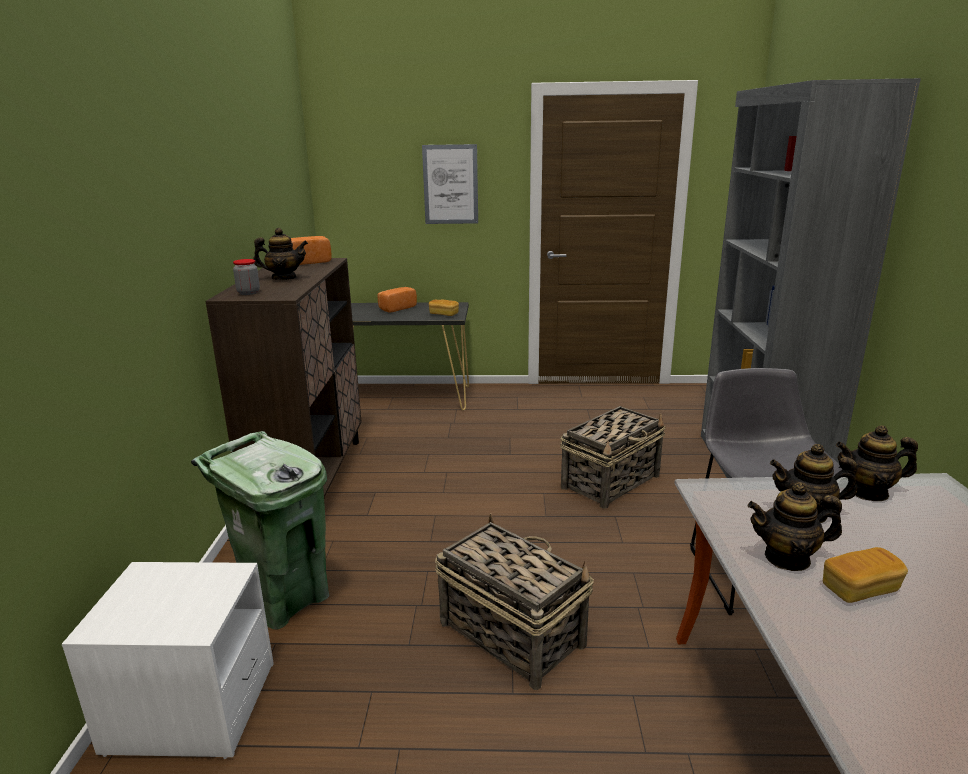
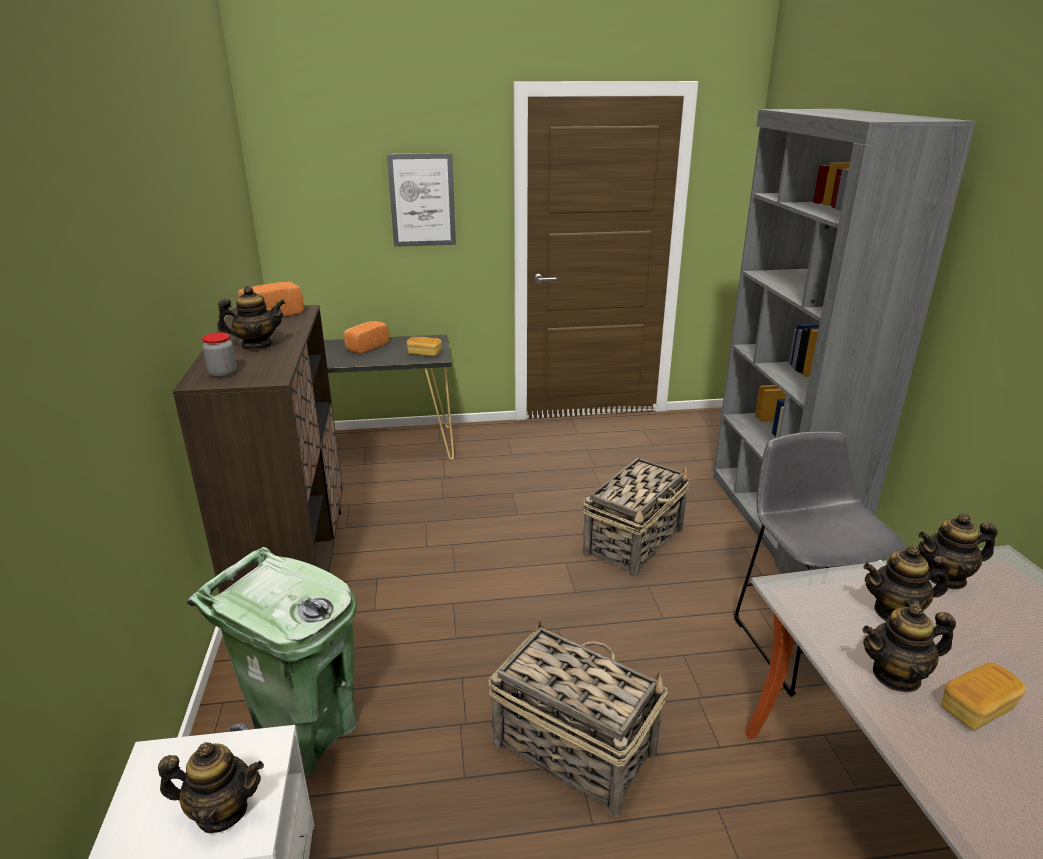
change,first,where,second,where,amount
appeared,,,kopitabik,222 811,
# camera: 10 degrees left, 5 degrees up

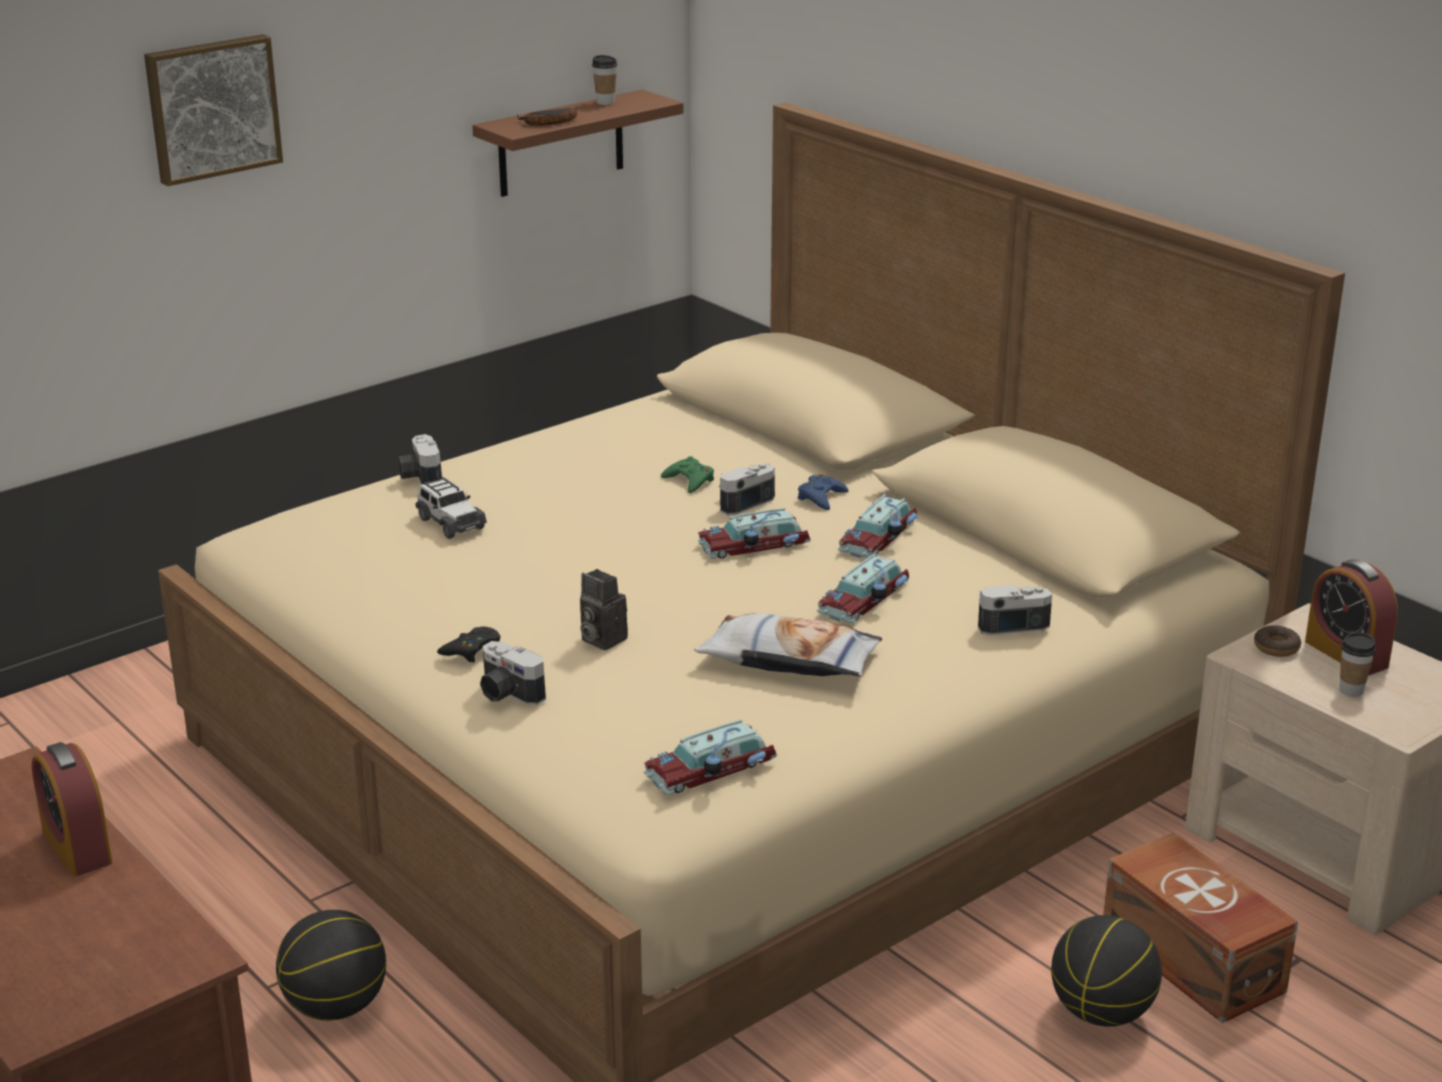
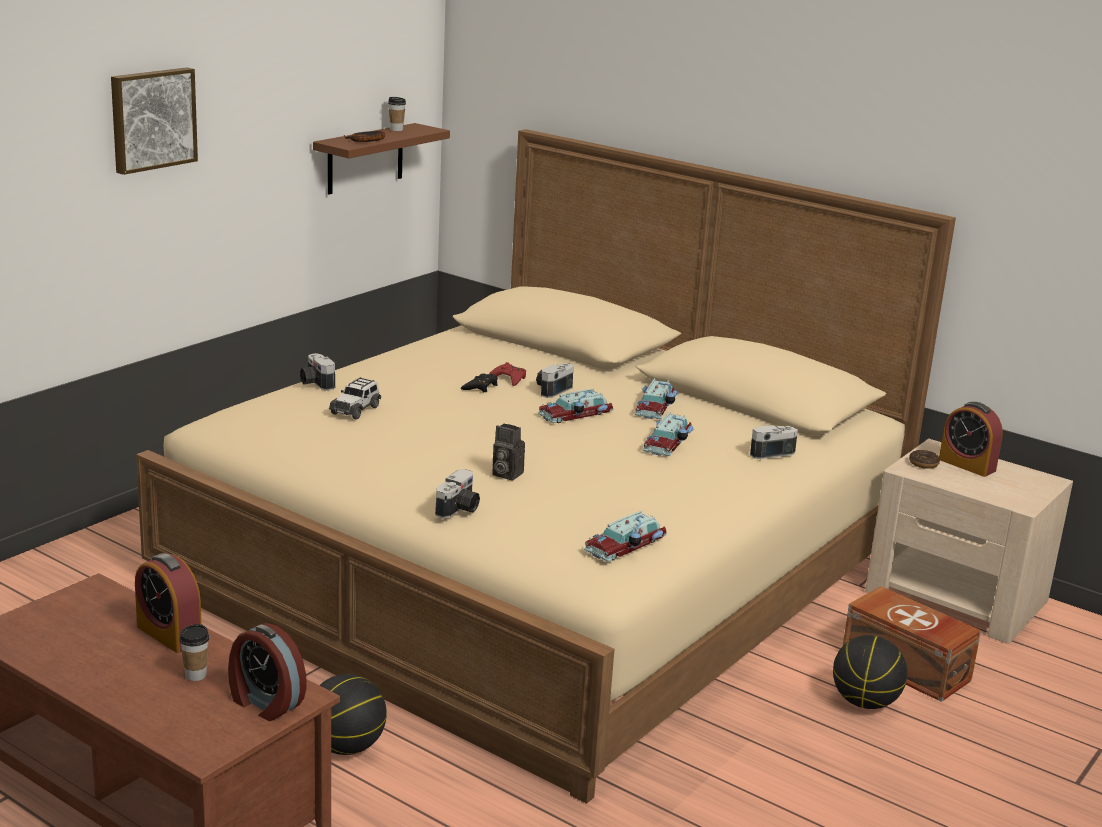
change,first,where,second,where,amount
missing,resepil,789 659,,,
missing,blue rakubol,821 497,,,
appeared,,,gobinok,264 703,
relocated,black rakubol,472 650,,480 387,
relocated,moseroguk,1351 690,,195 675,
colour,green rakubol,689 480,red rakubol,508 379,
spun,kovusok,450 523,,356 410,75 degrees clockwise
spun,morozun,507 693,,459 509,90 degrees counterclockwise
# camera: 15 degrees left, 5 degrees down

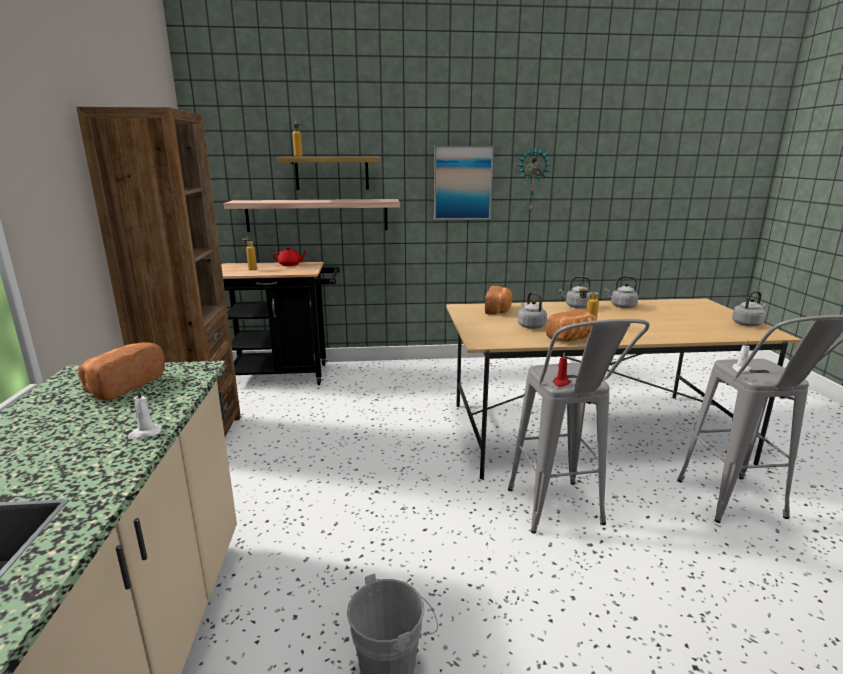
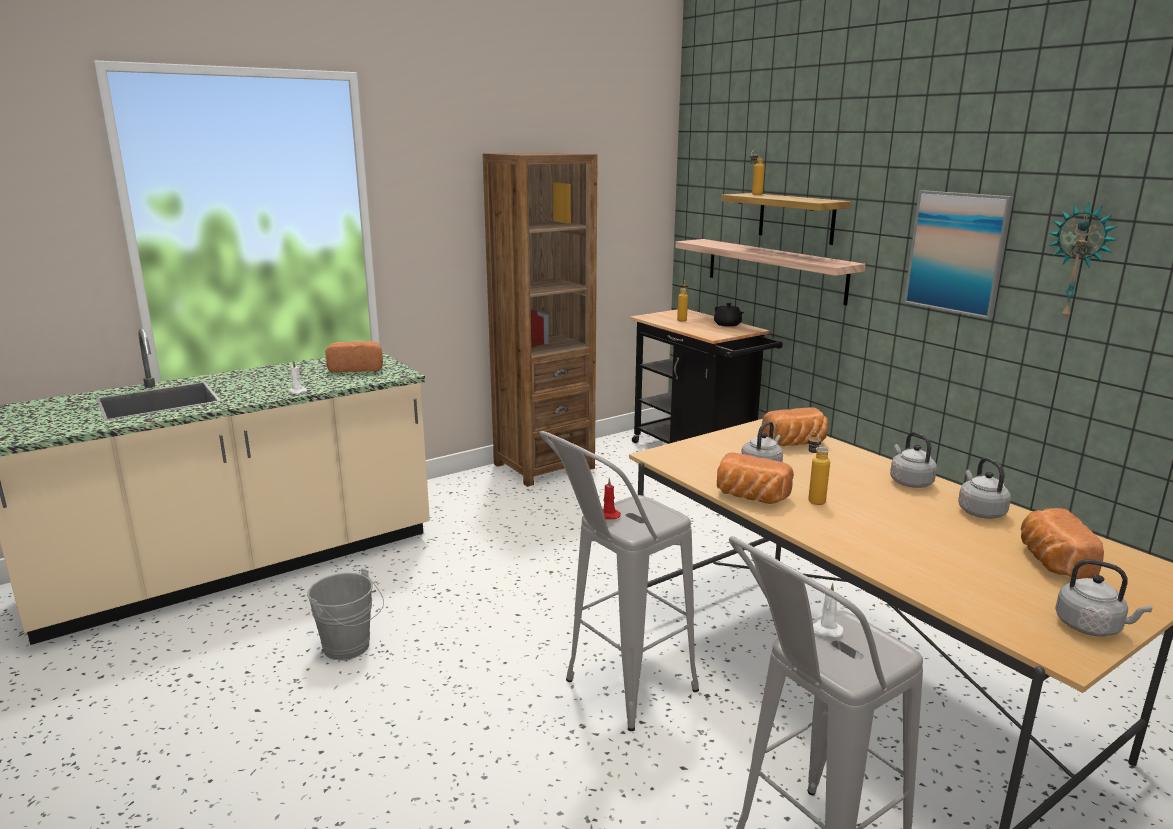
change,first,where,second,where,amount
appeared,,,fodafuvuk,1051 562,
colour,red kopitabik,290 264,black kopitabik,727 325,
# camera: 60 degrees right, 0 degrees up

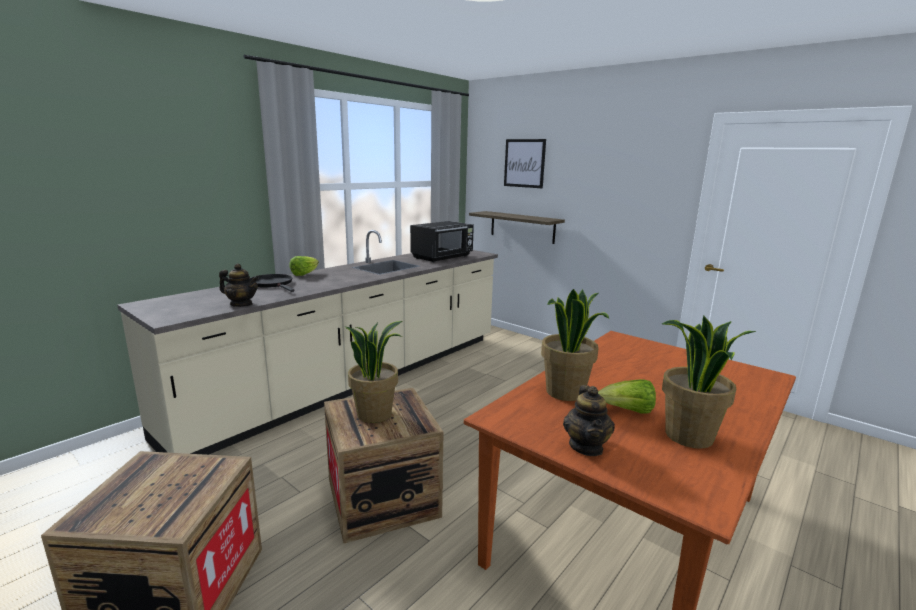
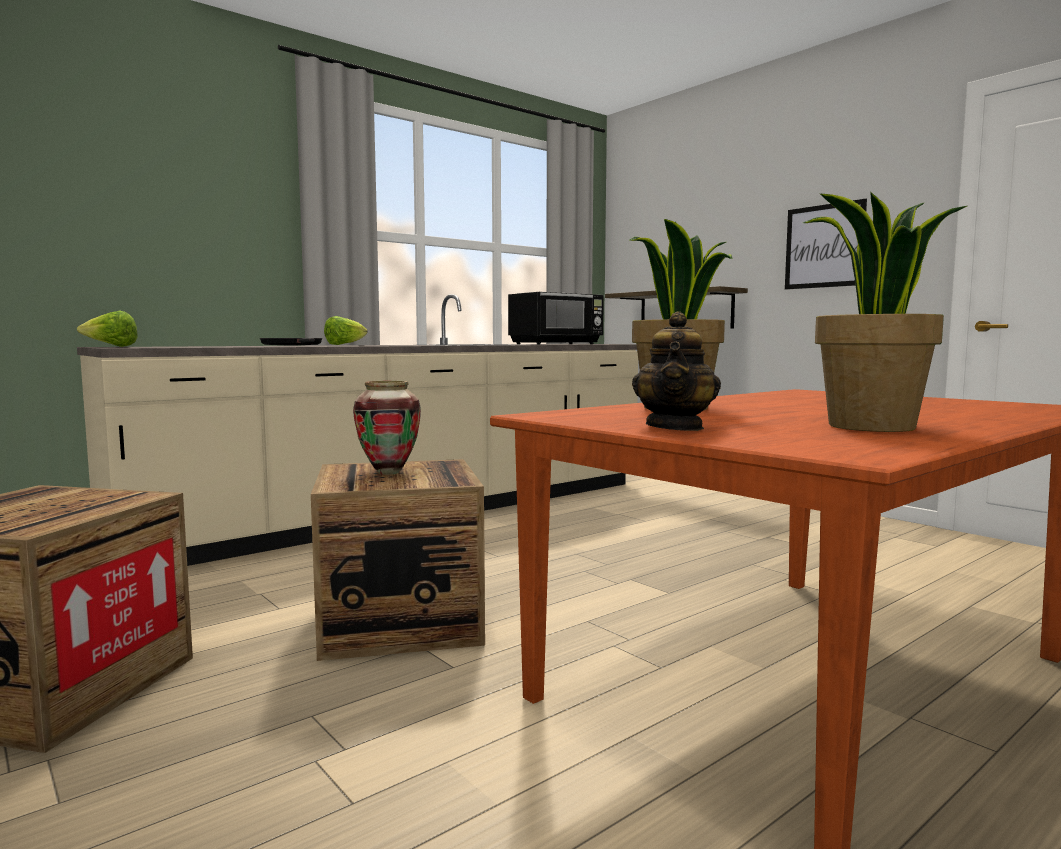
change,first,where,second,where,amount
missing,kopitabik,241 304,,,
relocated,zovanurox,524 163,,824 246,
relocated,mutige,627 411,,110 346,
exchanged,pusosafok,374 414,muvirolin,389 472,
# camera: 10 degrees right, 10 degrees down

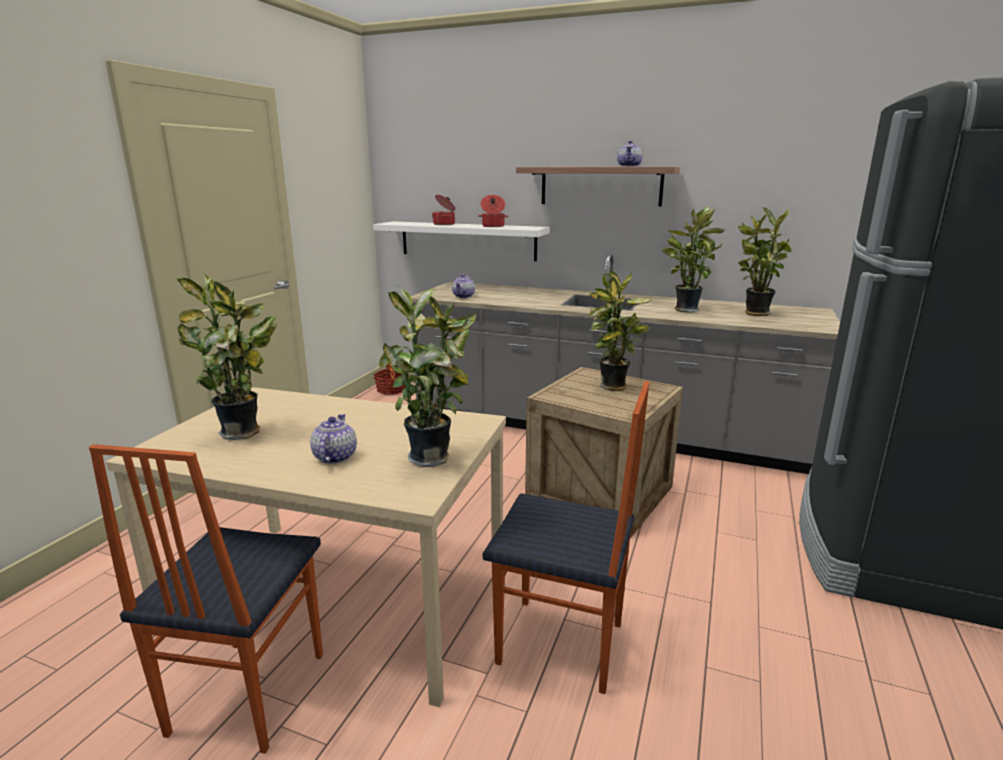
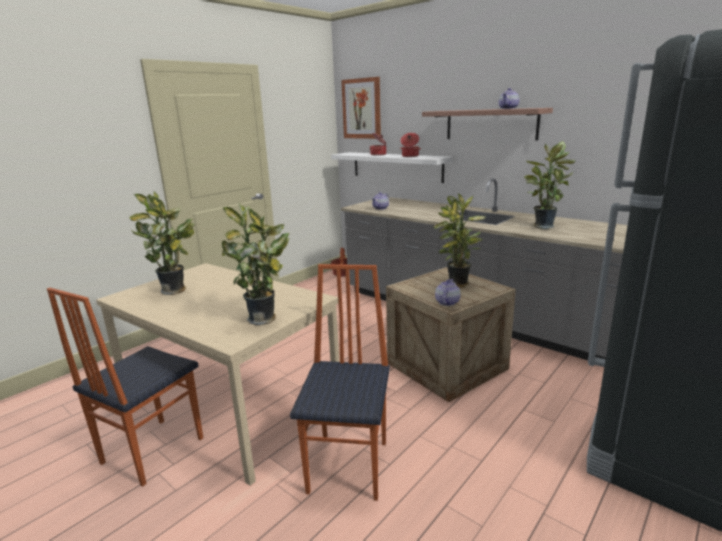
change,first,where,second,where,amount
missing,pusosafok,754 313,,,
appeared,,,zovanurox,362 108,
relocated,kopitabik,334 457,,447 302,
spun,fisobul,561 645,,350 466,120 degrees counterclockwise
# camera: 20 degrees right, 0 degrees up

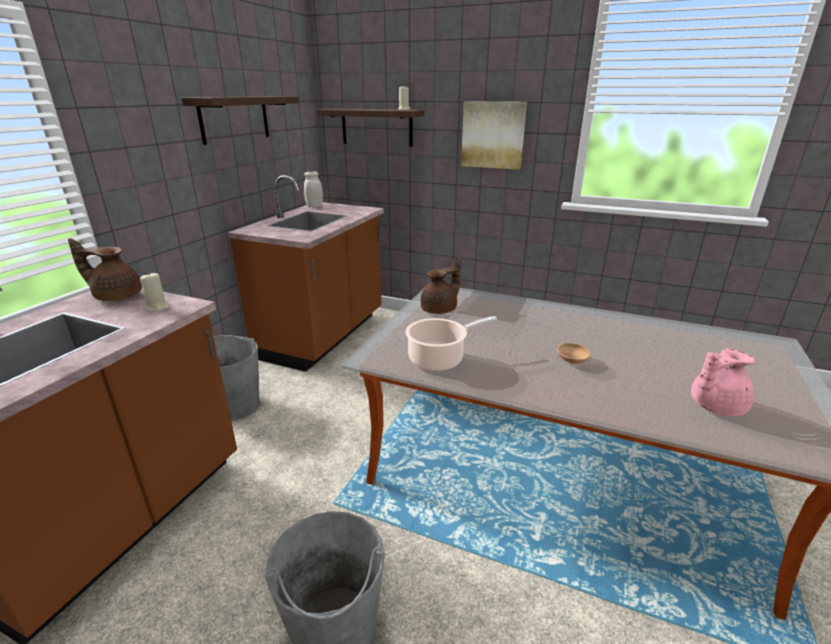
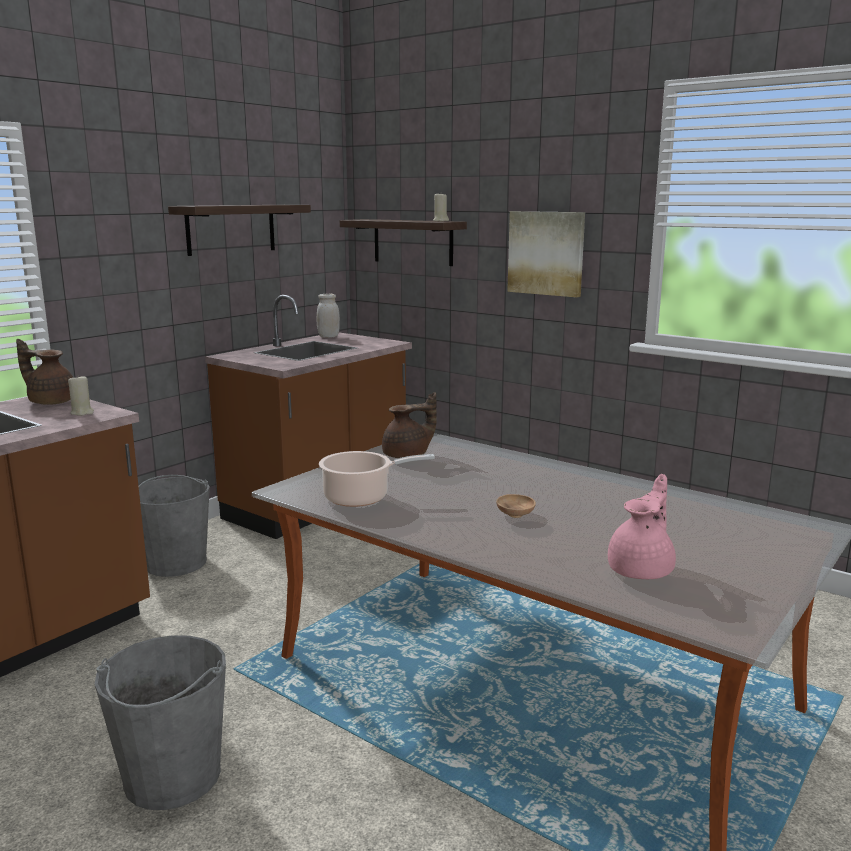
change,first,where,second,where,amount
spun,pink kopitabik,714 406,,642 570,135 degrees clockwise
# camera: 15 degrees right, 10 degrees down

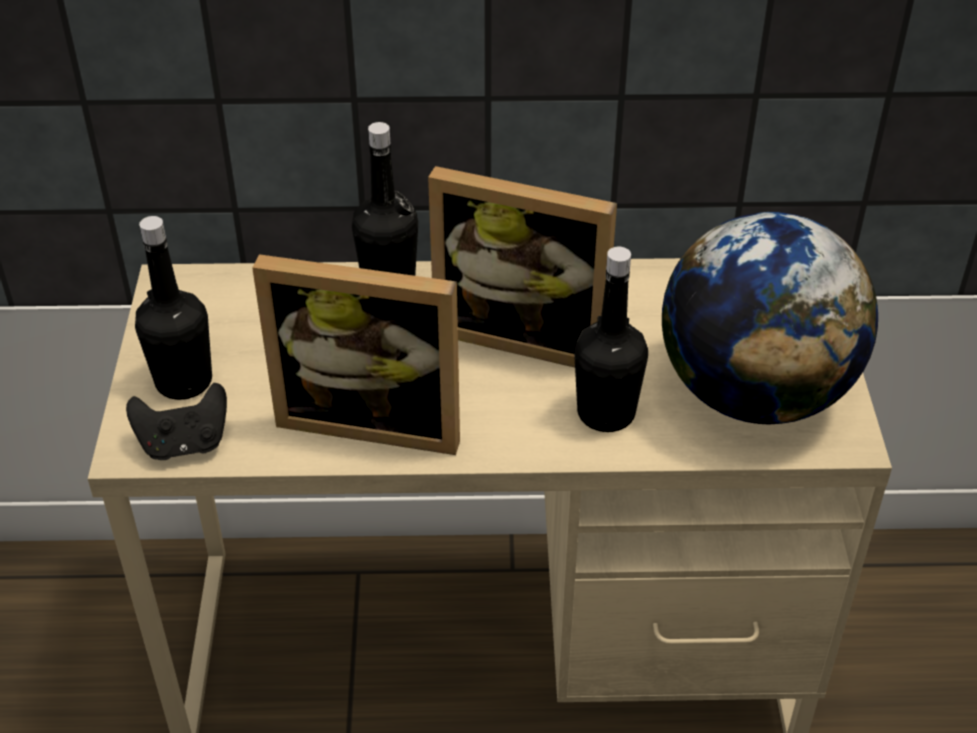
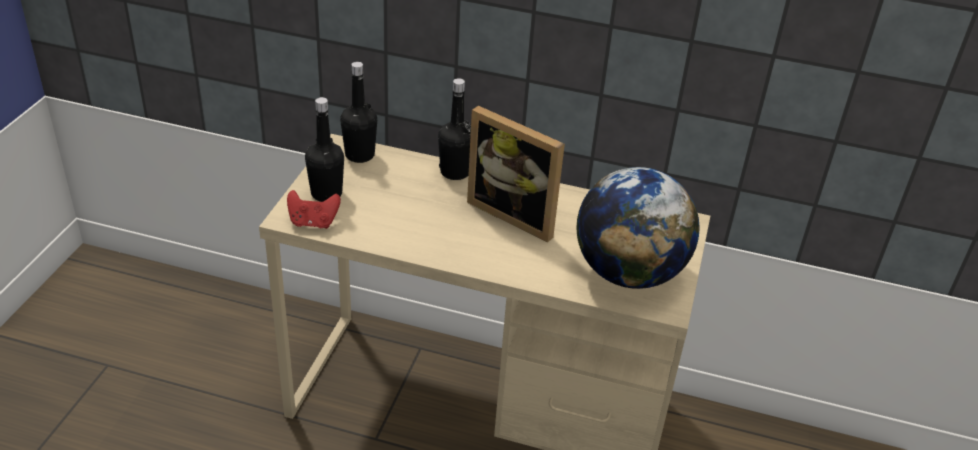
change,first,where,second,where,amount
missing,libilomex,373 418,,,
relocated,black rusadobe,606 413,,359 155,
colour,black rakubol,184 444,red rakubol,313 222,
# camera: 15 degrees right, 5 degrees down

